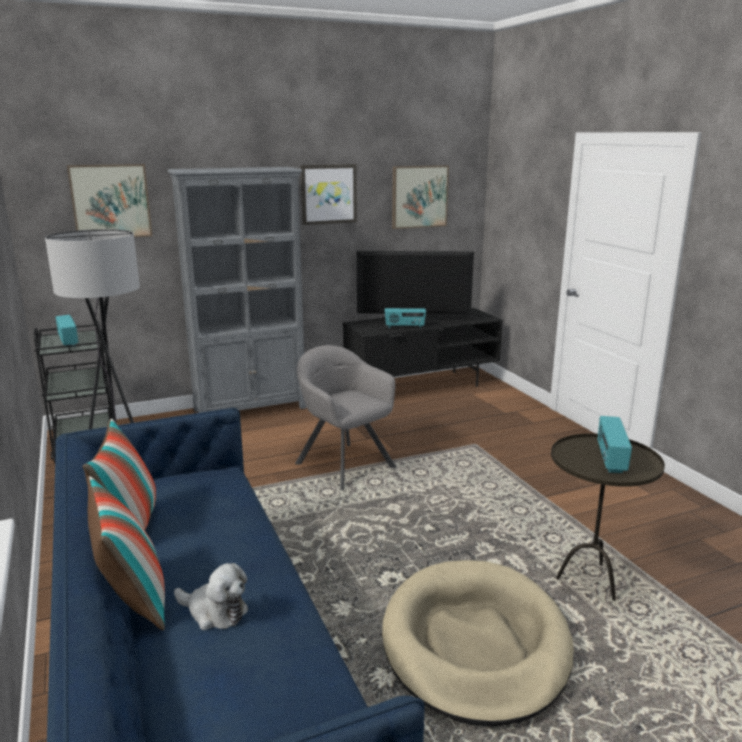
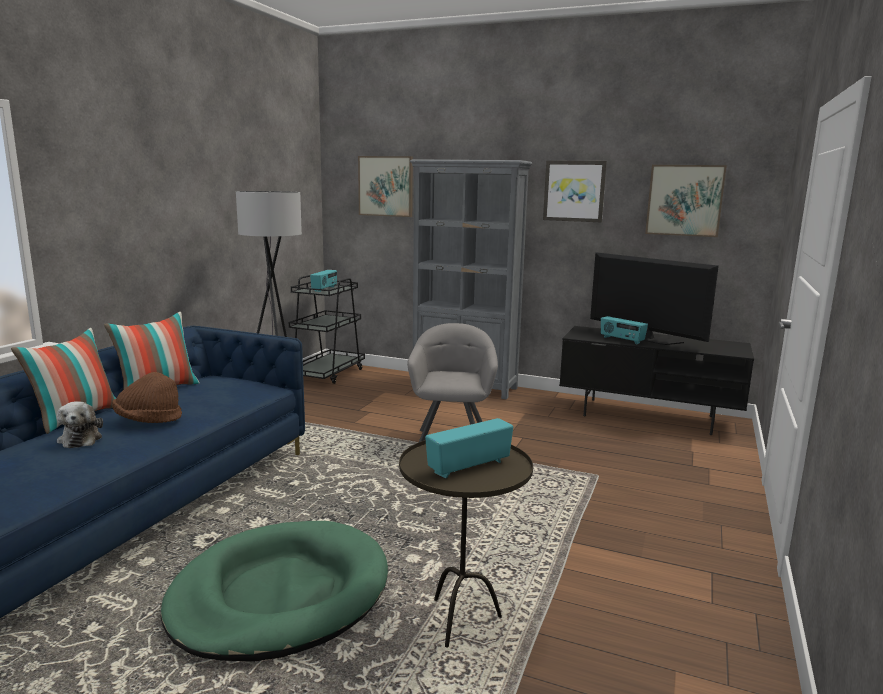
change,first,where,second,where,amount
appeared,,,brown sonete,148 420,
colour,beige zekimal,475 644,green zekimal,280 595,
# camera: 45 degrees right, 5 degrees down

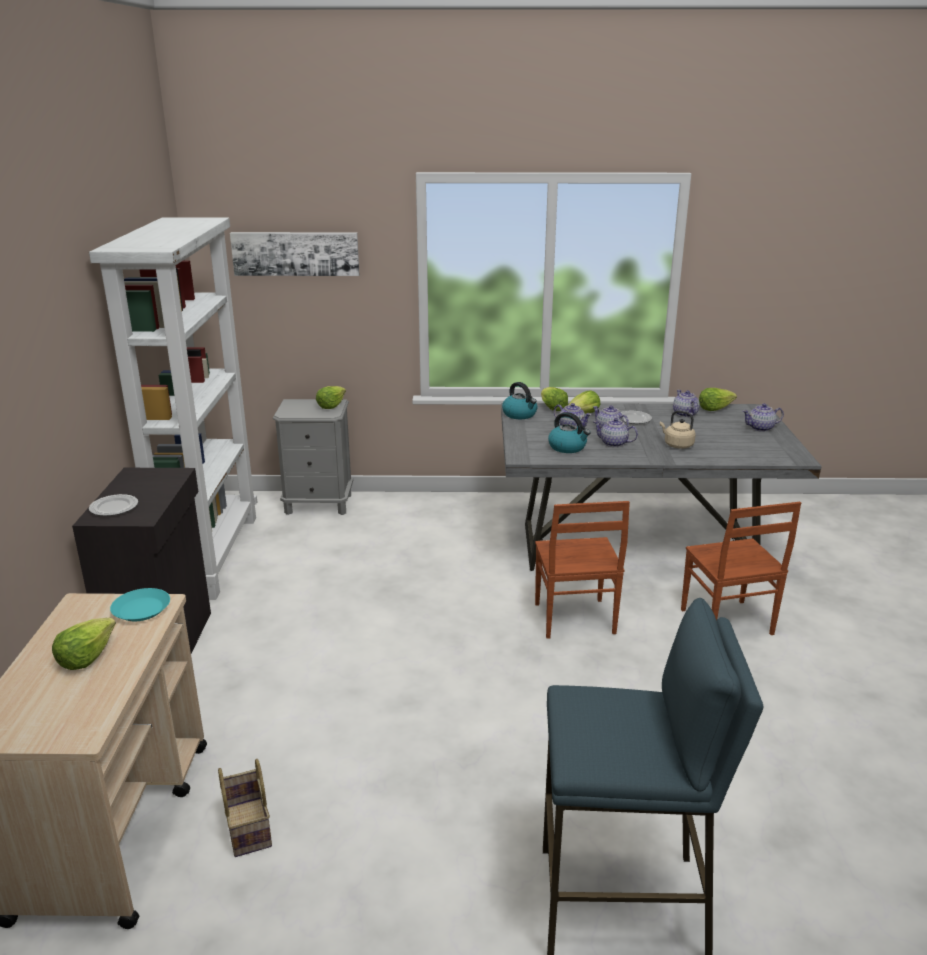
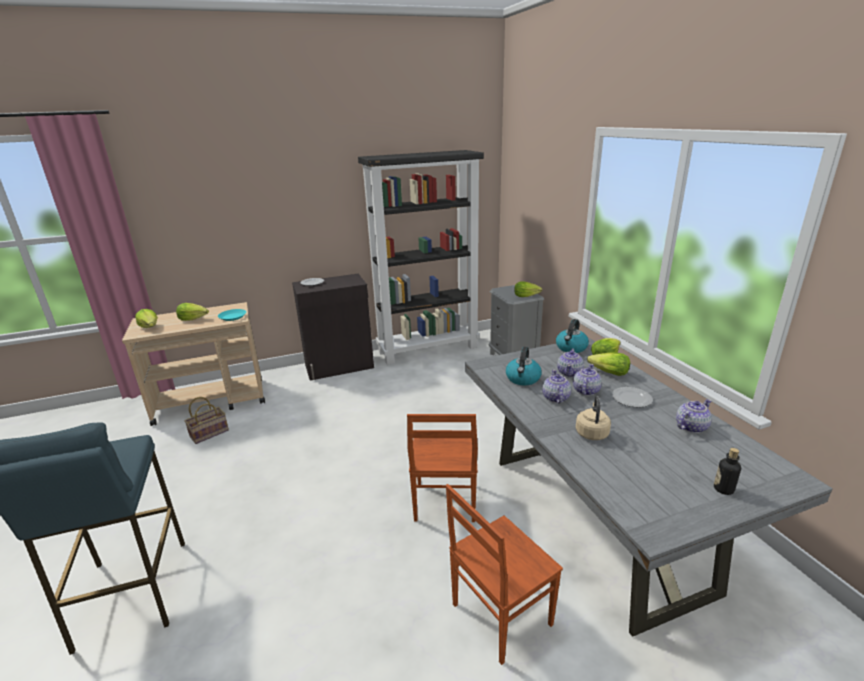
change,first,where,second,where,amount
missing,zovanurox,295 253,,,
relocated,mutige,714 408,,150 327,
exchanged,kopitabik,761 428,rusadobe,723 489,
colour,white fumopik,210 554,black fumopik,428 349,
spun,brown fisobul,573 619,,444 503,60 degrees counterclockwise
# camera: 70 degrees right, 0 degrees up

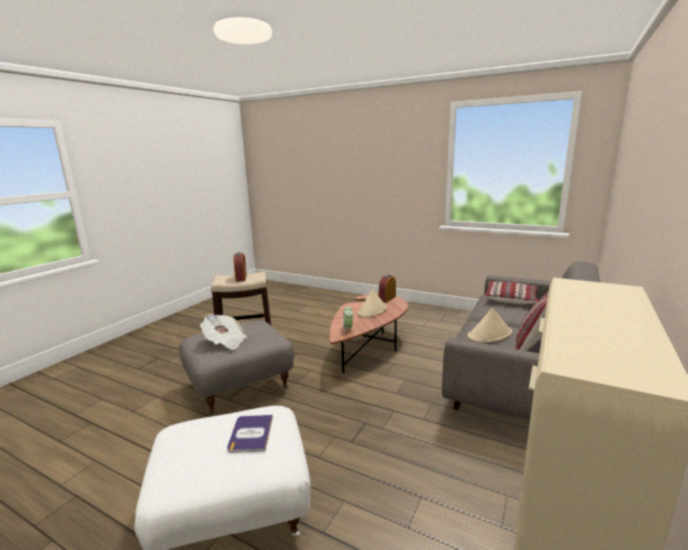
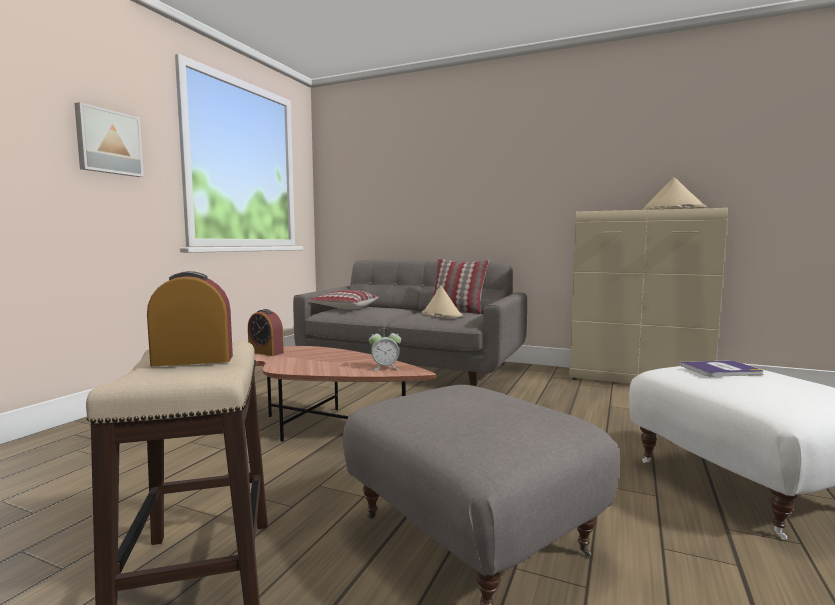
change,first,where,second,where,amount
missing,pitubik,225 342,,,
appeared,,,zovanurox,108 142,
relocated,beige sonete,372 310,,672 209,
# camera: 95 degrees left, 10 degrees down

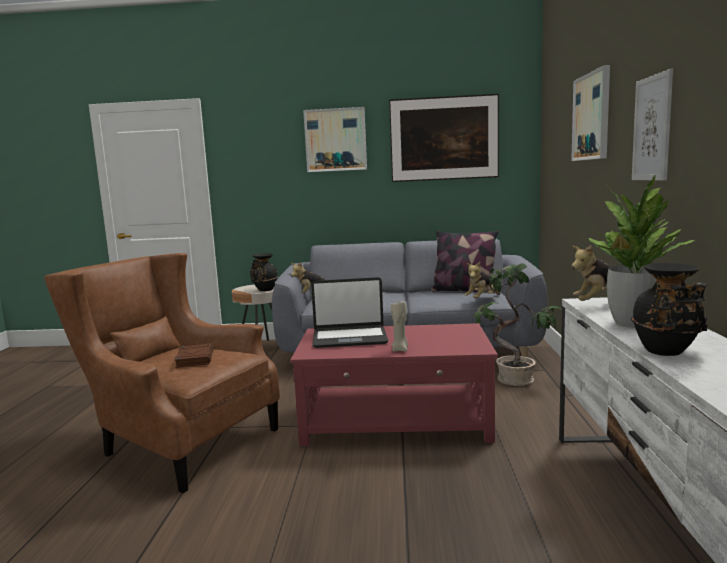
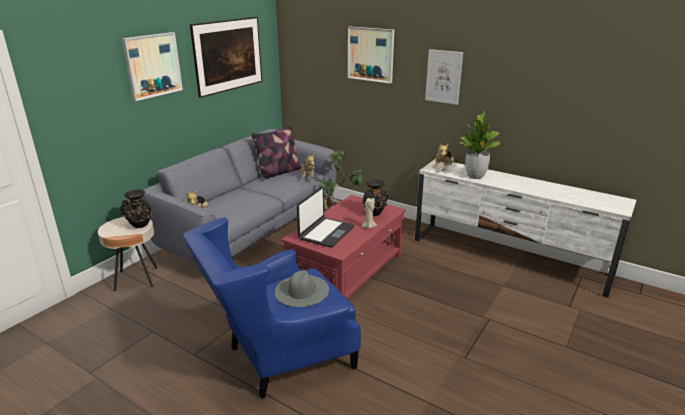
change,first,where,second,where,amount
relocated,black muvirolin,667 351,,375 213,
exchanged,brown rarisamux,195 359,grey sonete,302 290,
colour,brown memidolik,178 442,blue memidolik,279 358,
# camera: 60 degrees left, 15 degrees up

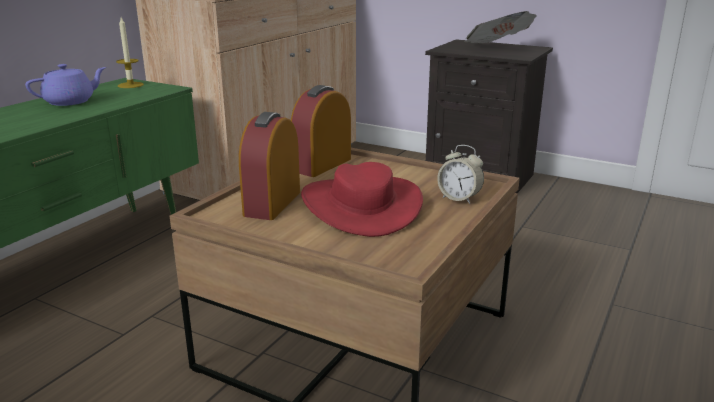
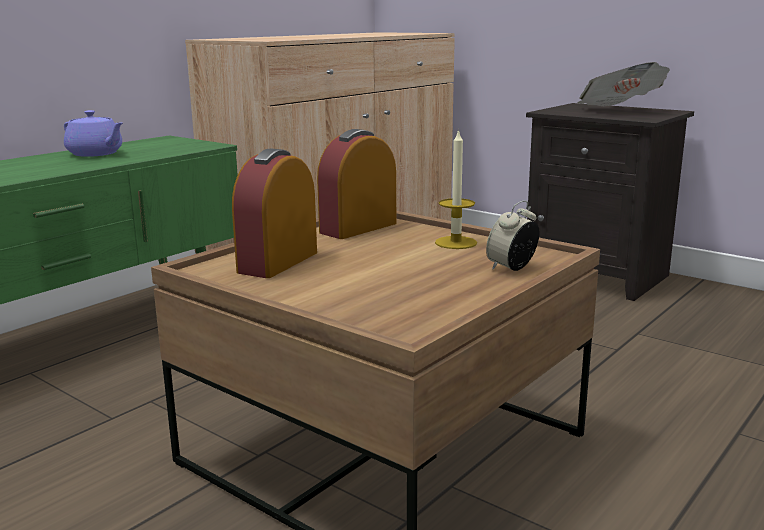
change,first,where,second,where,amount
missing,red sonete,361 206,,,
relocated,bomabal,130 85,,456 243,
spun,purple kopitabik,70 102,,96 154,60 degrees clockwise
spun,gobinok,459 198,,511 268,90 degrees clockwise
# camera: 10 degrees right, 5 degrees down

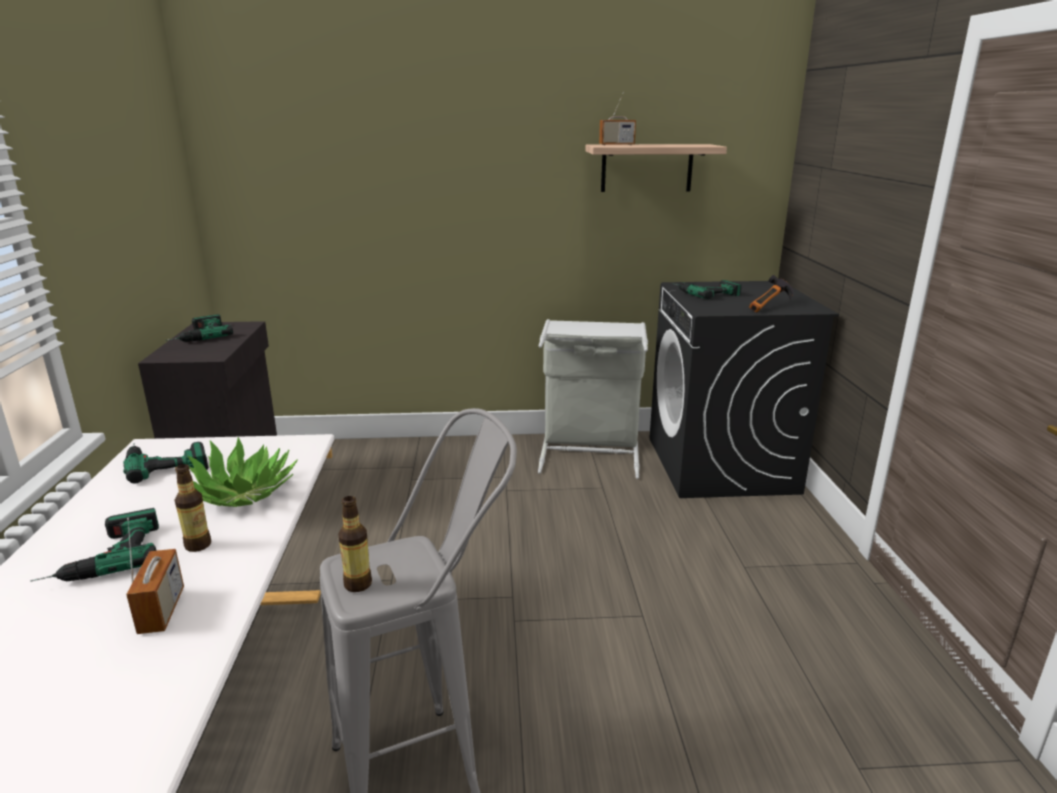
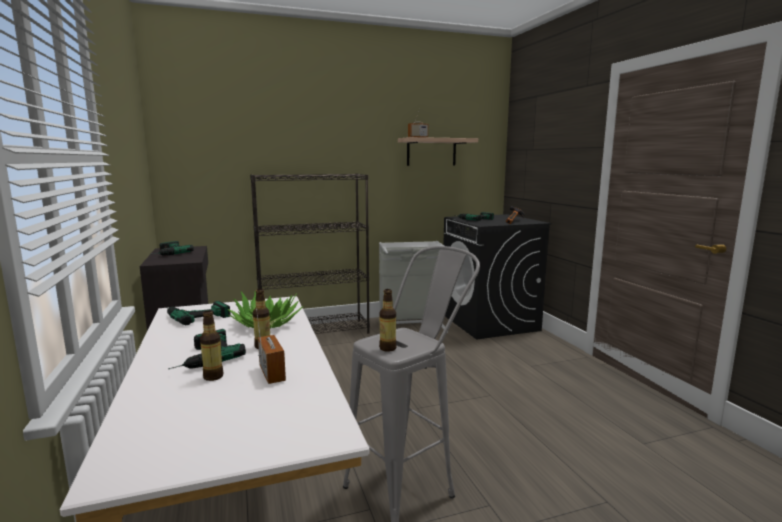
change,first,where,second,where,amount
appeared,,,rusadobe,213 376,
appeared,,,black fumopik,315 332,
# camera: 15 degrees left, 10 degrees down

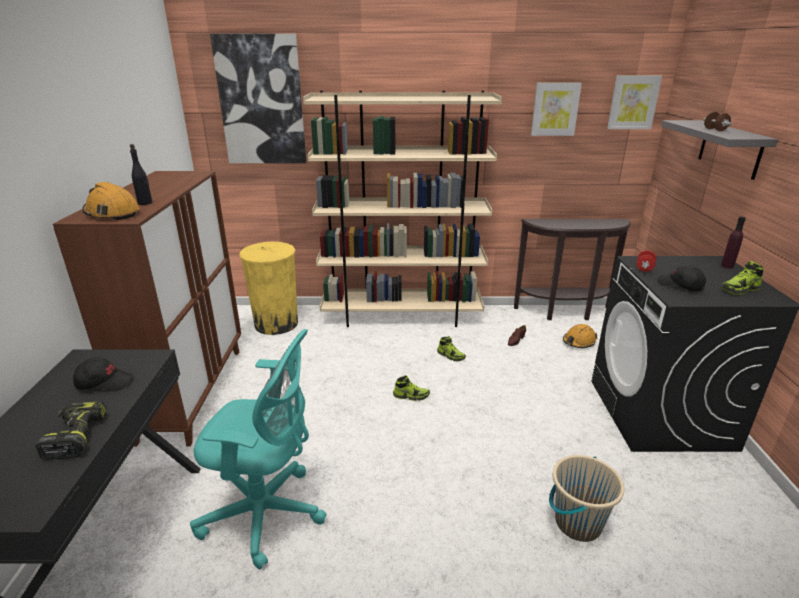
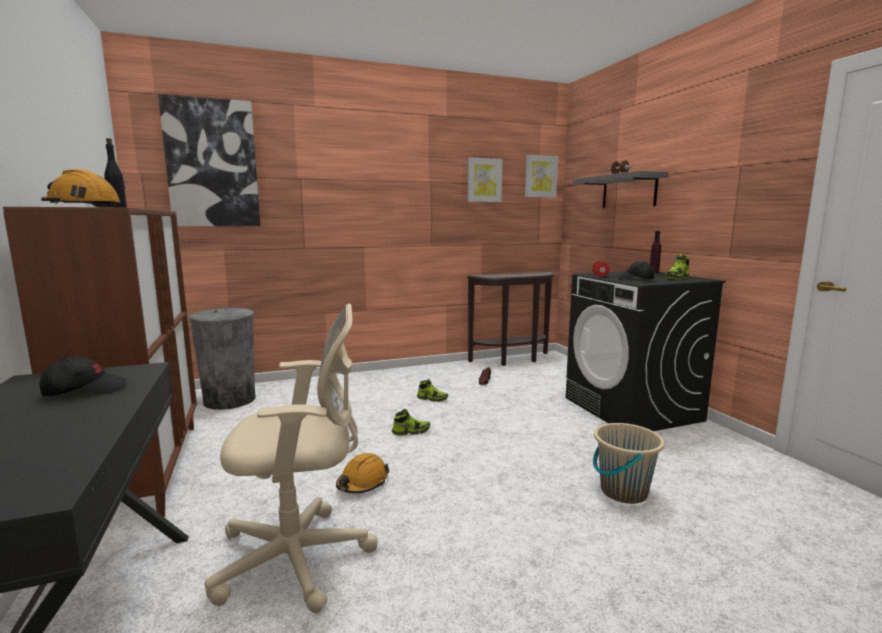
change,first,where,second,where,amount
missing,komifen,75 436,,,
missing,beige fumopik,402 316,,,
relocated,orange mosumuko,578 342,,362 483,
colour,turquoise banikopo,267 513,beige banikopo,300 558,
colour,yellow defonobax,276 324,grey defonobax,230 400,
# camera: 20 degrees left, 15 degrees down

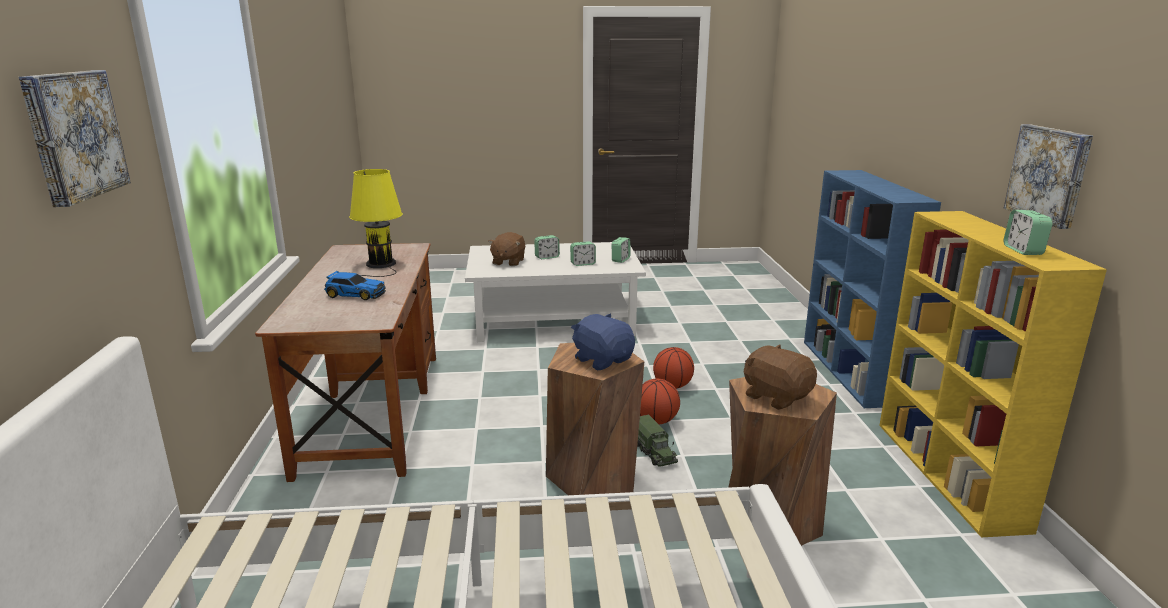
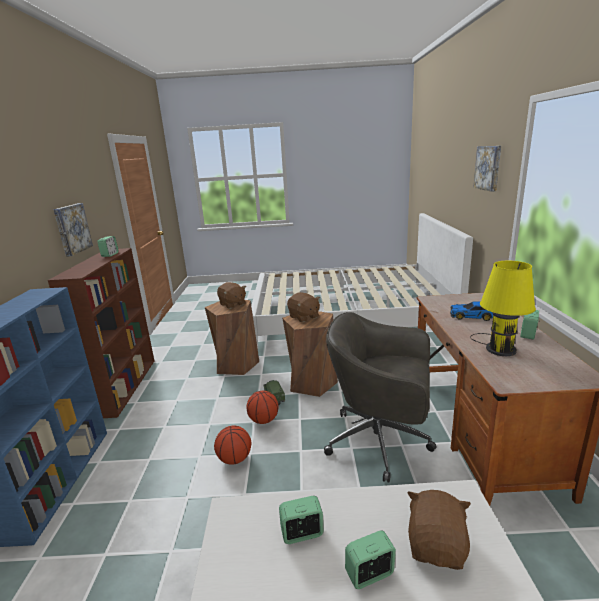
change,first,where,second,where,amount
appeared,,,grey banikopo,381 441,
relocated,gobinok,620 260,,527 334,
colour,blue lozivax,603 360,brown lozivax,304 317,
colour,yellow fumopik,949 474,brown fumopik,125 386,
# camera: 175 degrees left, 0 degrees up

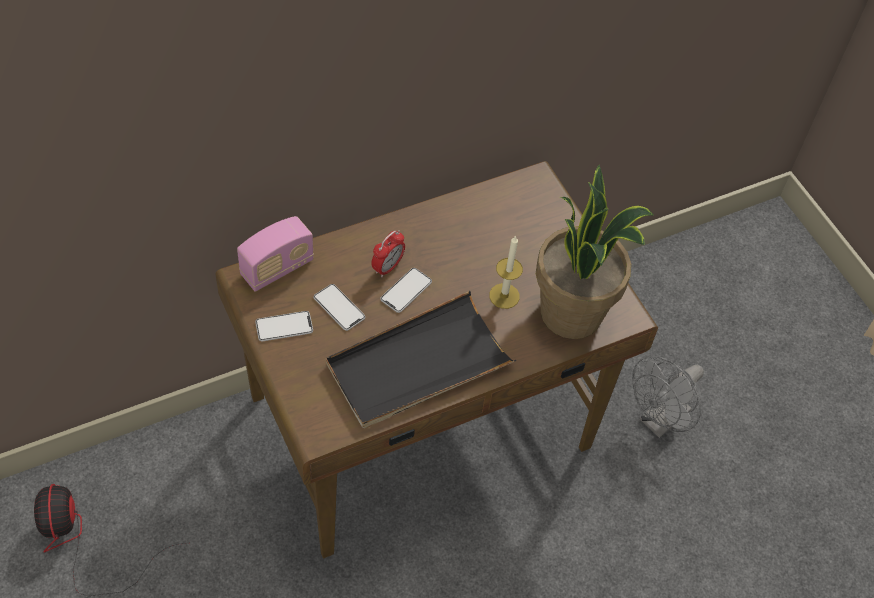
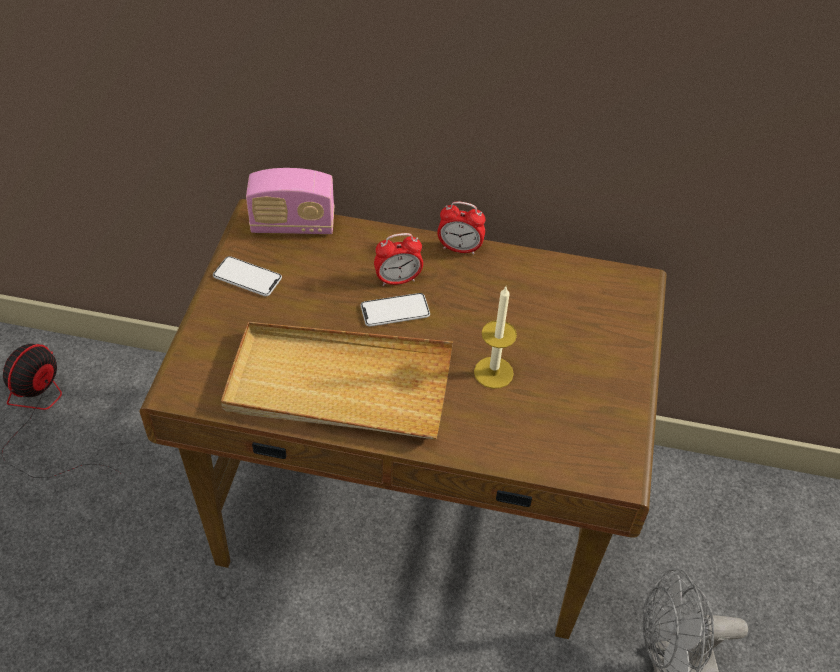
change,first,where,second,where,amount
missing,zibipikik,339 308,,,
missing,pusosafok,573 313,,,
appeared,,,gobinok,459 248,
colour,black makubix,418 365,beige makubix,338 385,
# camera: 40 degrees right, 5 degrees down

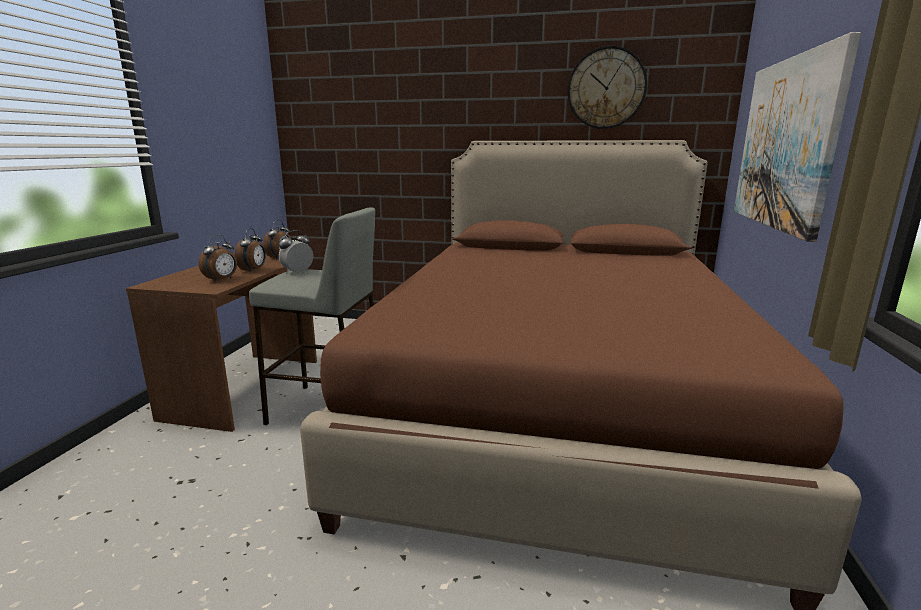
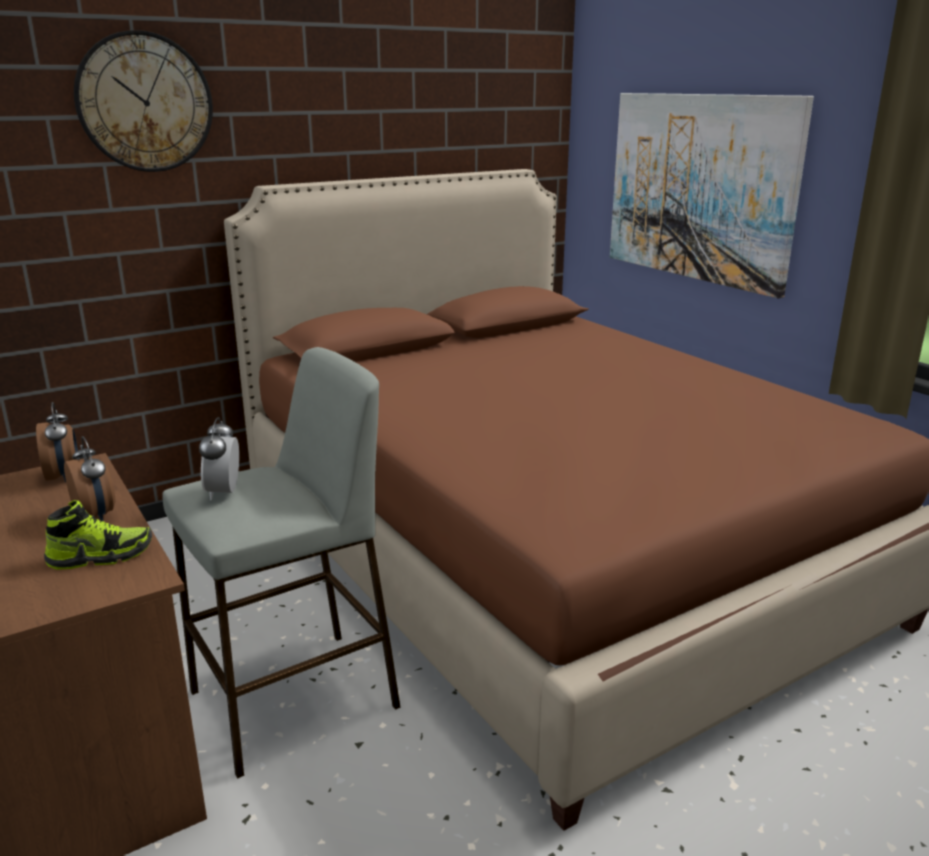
change,first,where,second,where,amount
relocated,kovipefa,606 88,,145 102,
exchanged,gobinok,222 280,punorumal,101 556,
# camera: 45 degrees left, 5 degrees up

